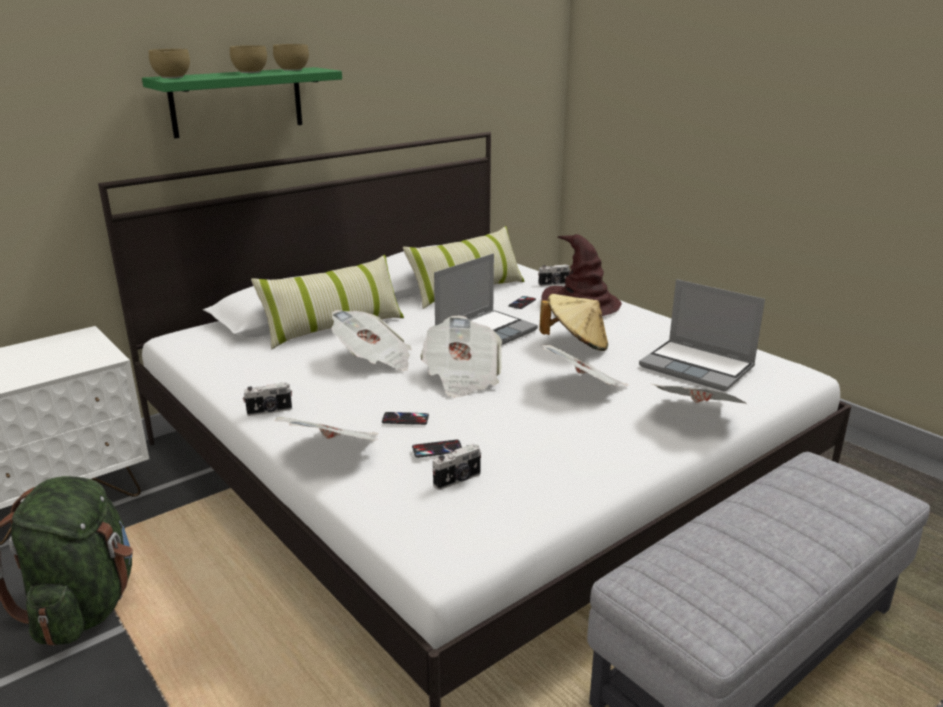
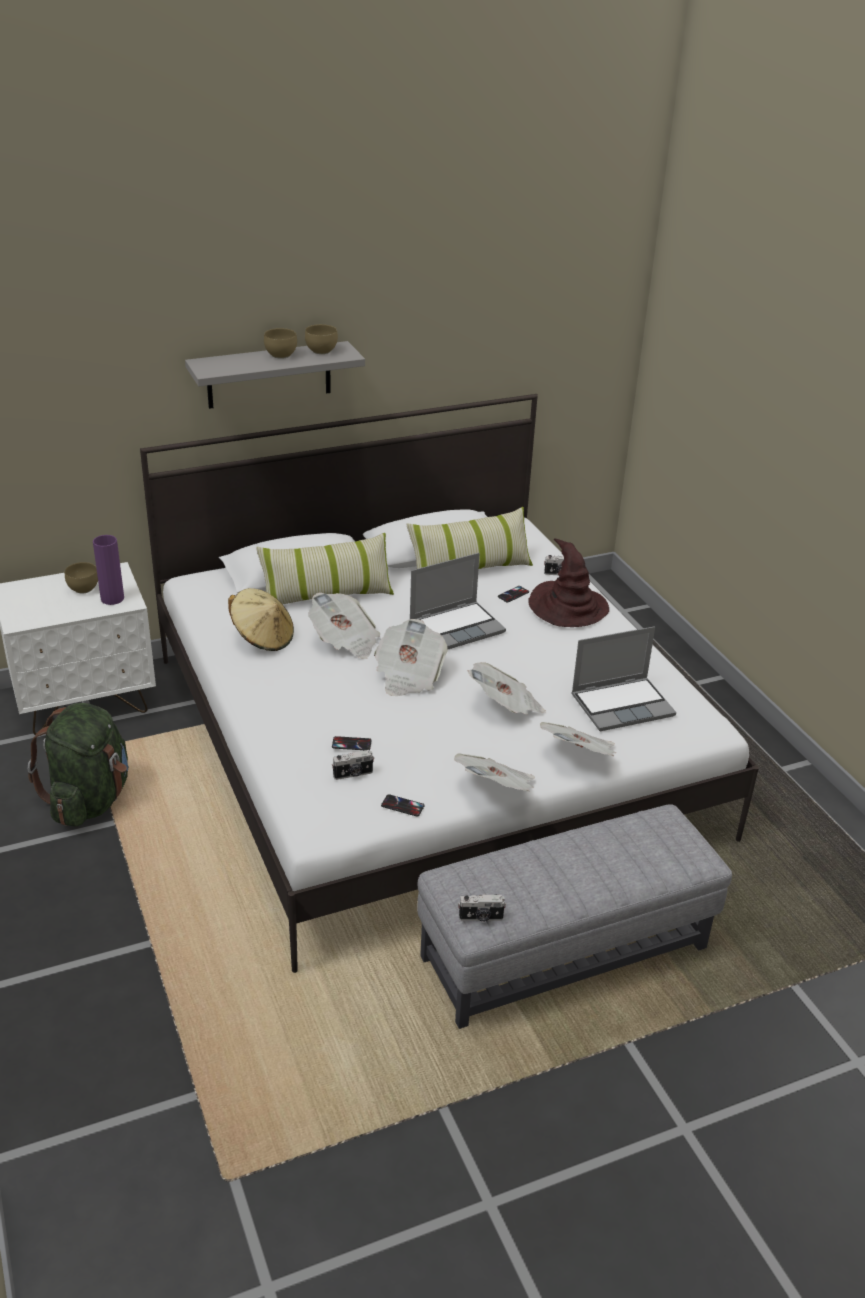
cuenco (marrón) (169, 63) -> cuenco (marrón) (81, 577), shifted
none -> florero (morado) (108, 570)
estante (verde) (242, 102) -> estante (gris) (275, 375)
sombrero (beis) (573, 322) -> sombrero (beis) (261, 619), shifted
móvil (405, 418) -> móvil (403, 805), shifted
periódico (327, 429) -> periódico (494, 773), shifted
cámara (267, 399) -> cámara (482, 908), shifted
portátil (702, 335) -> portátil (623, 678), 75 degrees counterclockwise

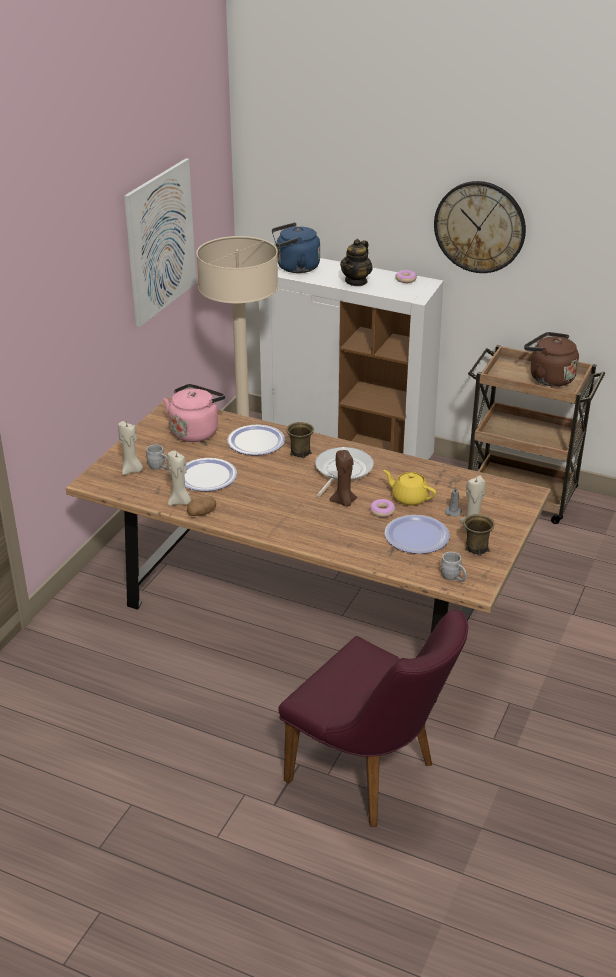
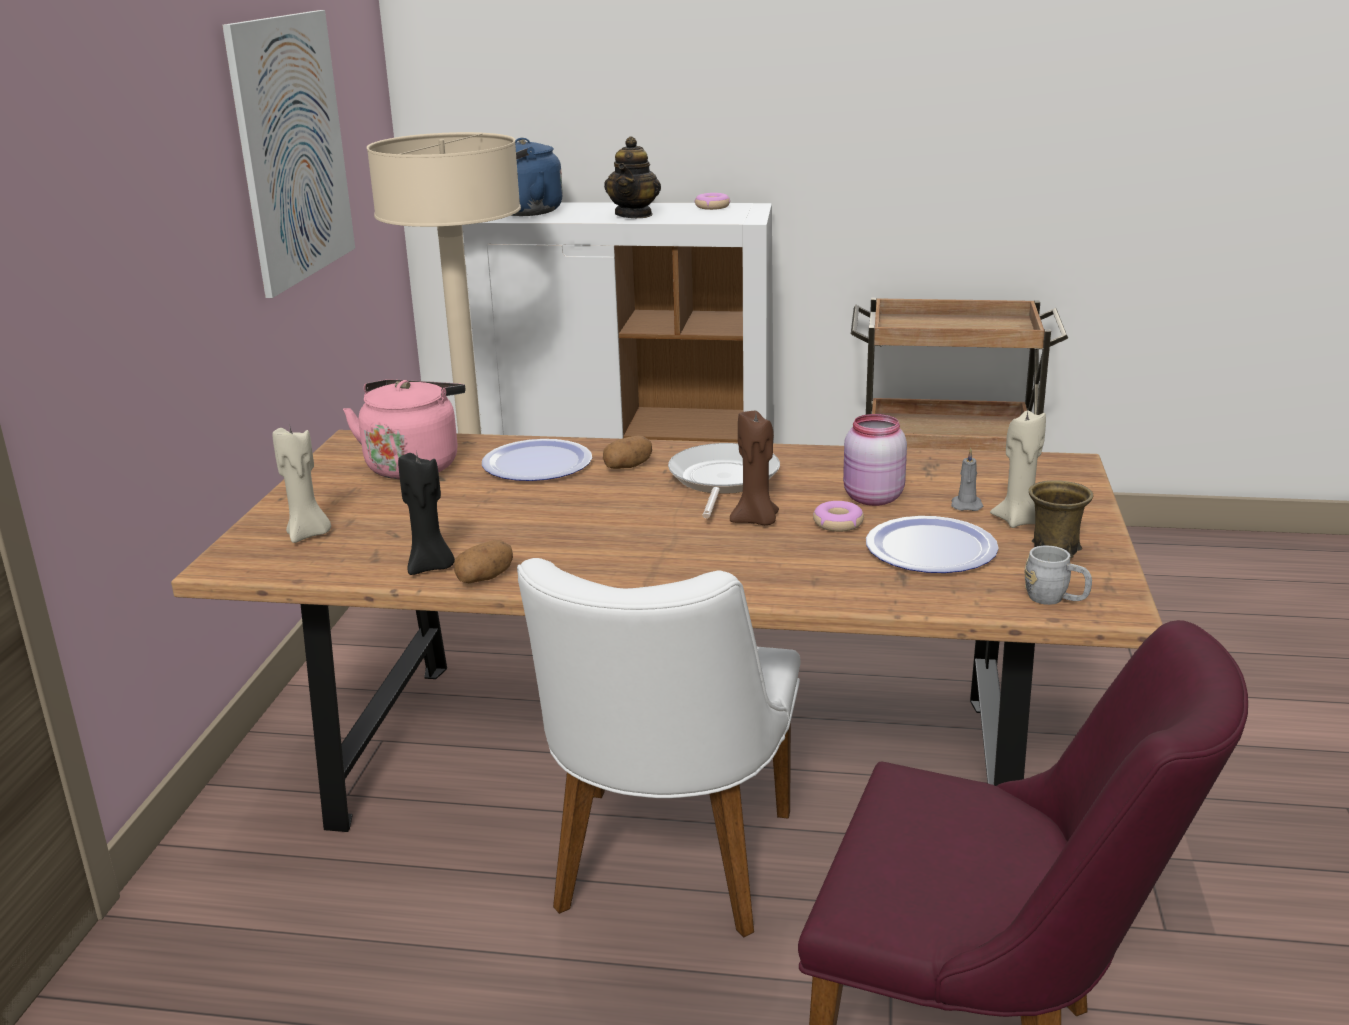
vela (beis) (179, 478) -> vela (negro) (426, 512)
none -> silla (blanco) (658, 747)
taza grande (marrón) (300, 440) -> patata (627, 452)
tetera (amarillo) (409, 488) -> tarro (rosa) (875, 460)
taza grande (gris) (157, 457) -> none
plato (211, 474) -> none
reloj de pared (480, 227) -> none
hervidor (marrón) (551, 359) -> none

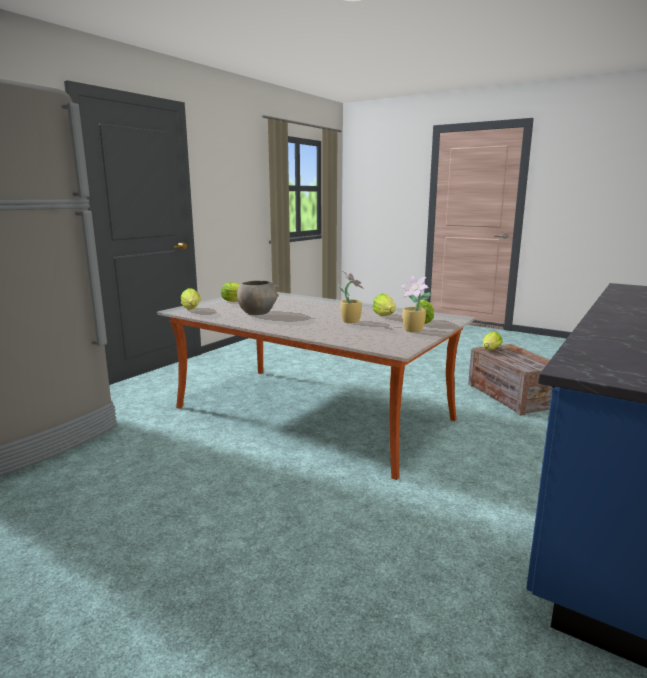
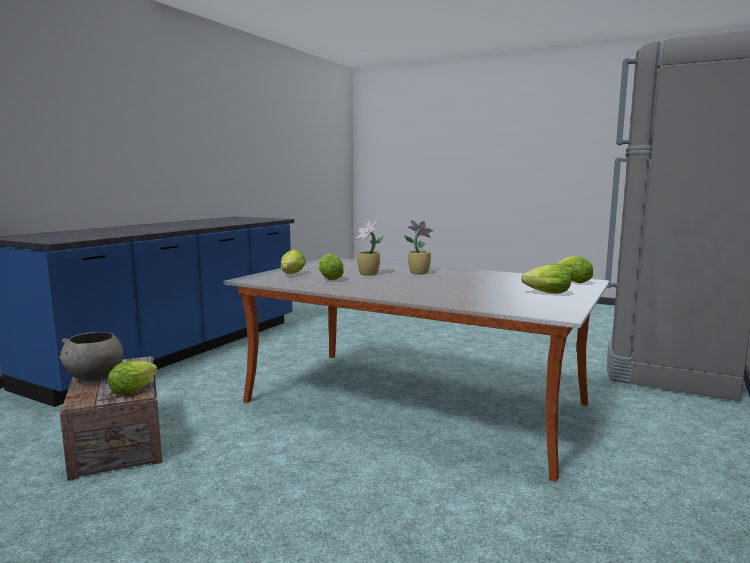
cuenco (gris) (258, 297) -> cuenco (gris) (91, 357), shifted
planta en maceta (417, 304) -> planta en maceta (419, 247), shifted

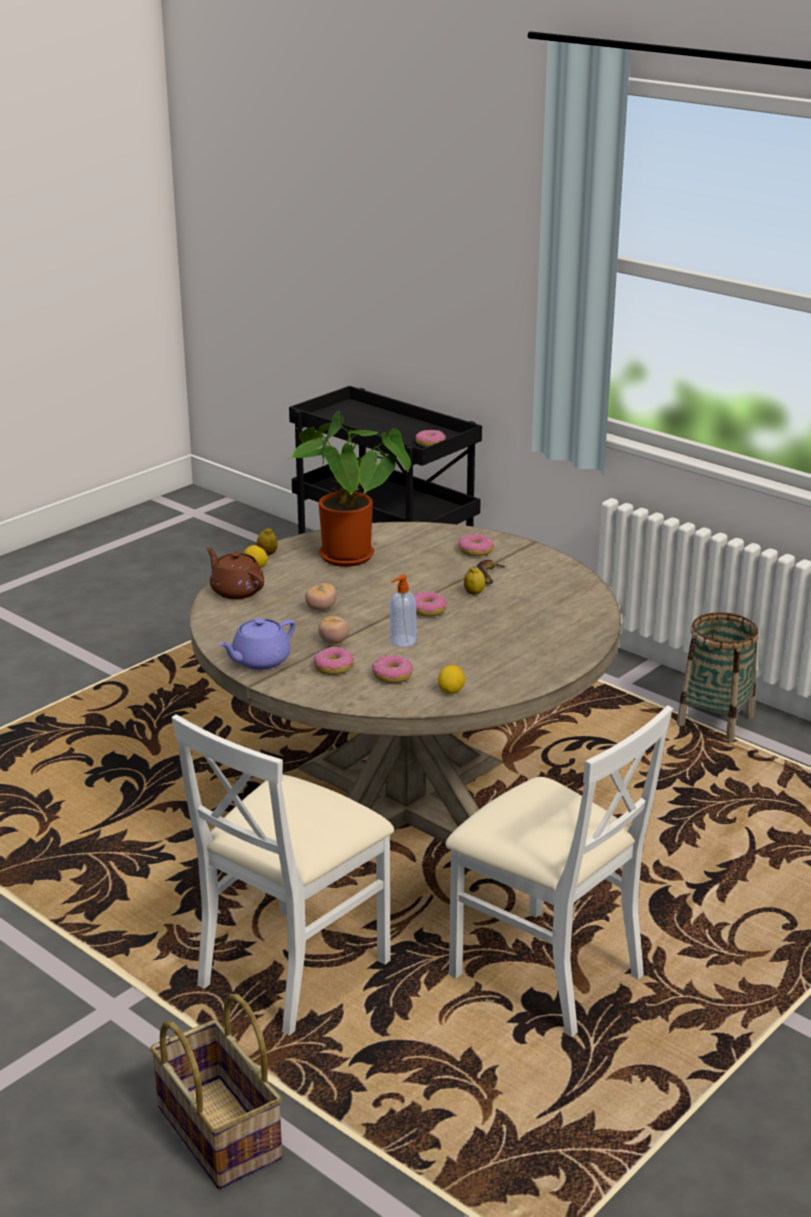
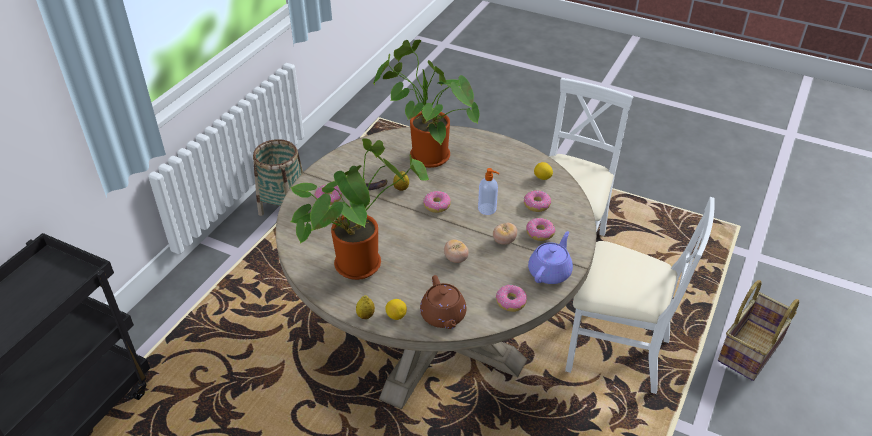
none -> planta en maceta (426, 104)
tetera (marrón) (235, 573) -> tetera (marrón) (443, 302), 45 degrees counterclockwise
rosquilla (431, 438) -> rosquilla (511, 298), shifted
tetera (morado) (257, 644) -> tetera (morado) (550, 257), 90 degrees counterclockwise

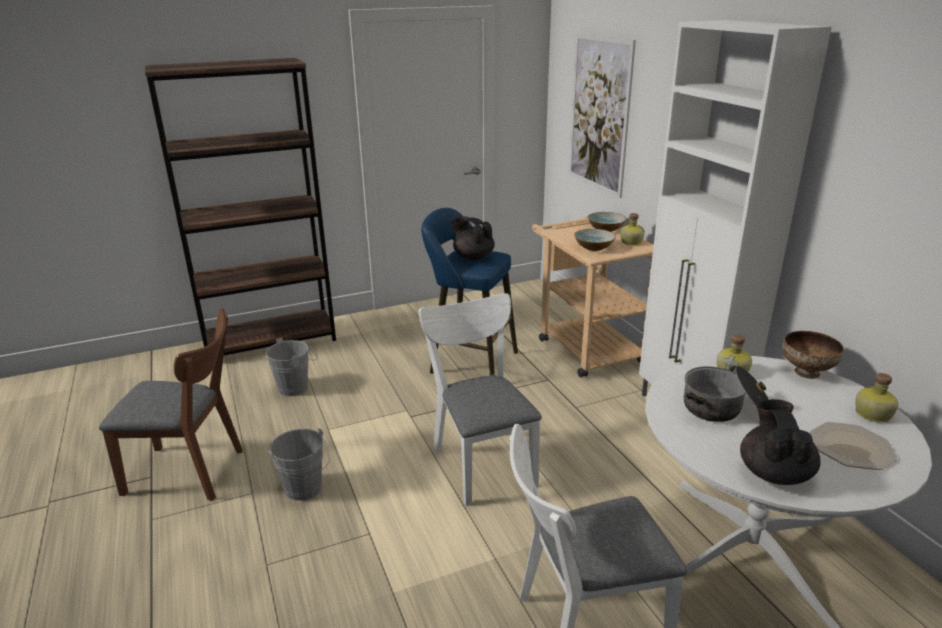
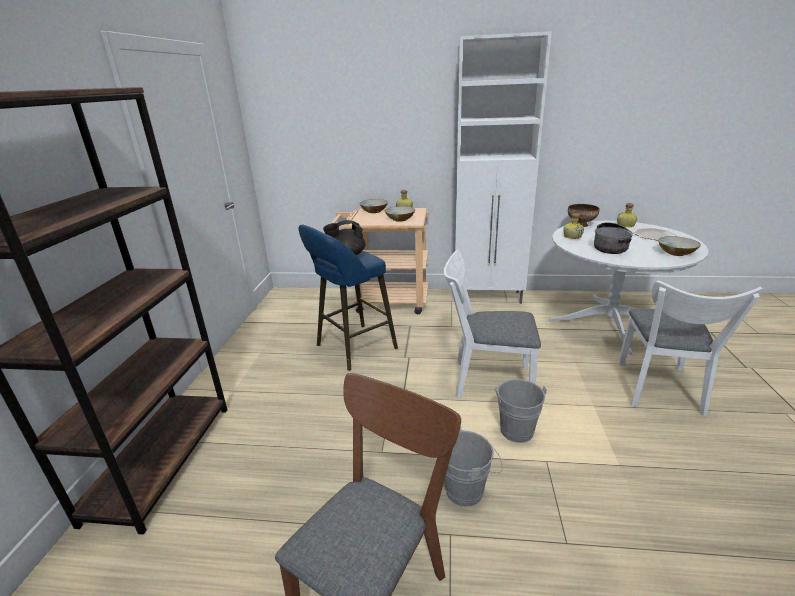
cubo (gris) (291, 366) -> cubo (gris) (521, 411), shifted
tetera (negro) (780, 442) -> cuenco (679, 246)
cuadro (602, 115) -> none

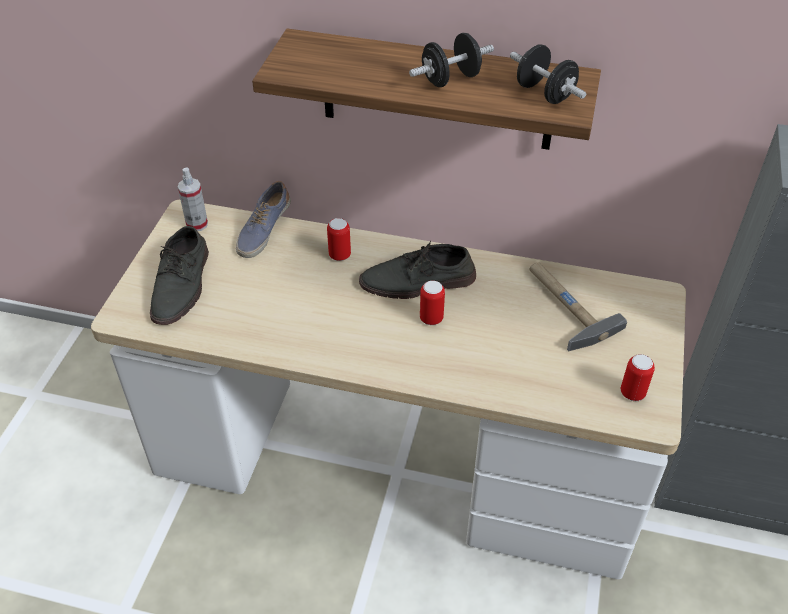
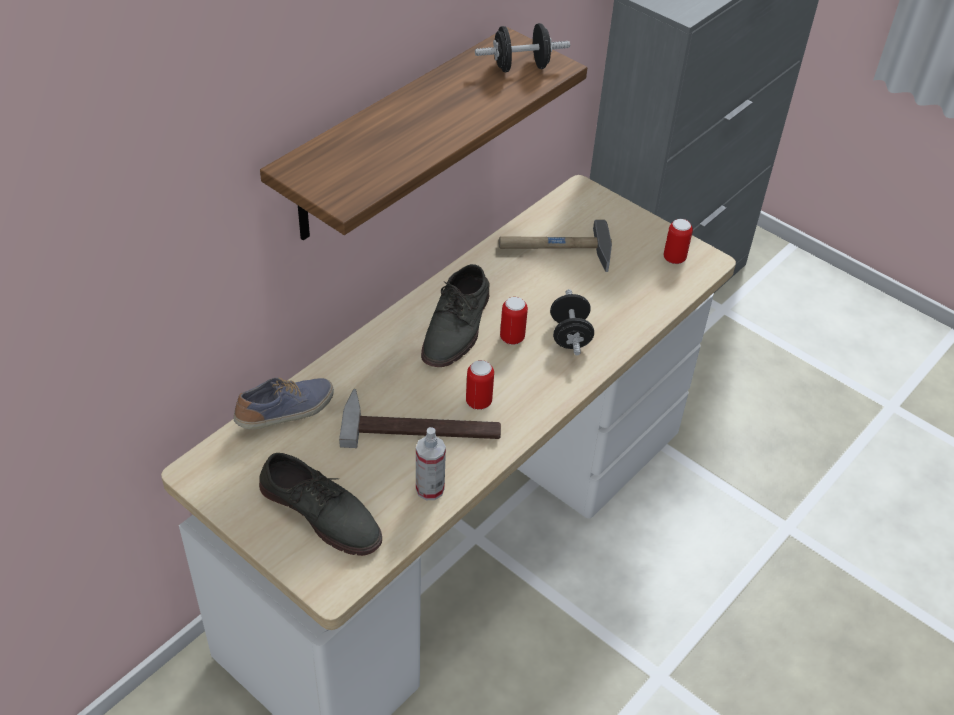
zapato (263, 219) -> zapato (284, 403), 90 degrees counterclockwise
none -> martillo (420, 418)
pulverizador (193, 199) -> pulverizador (431, 463), shifted
lata (339, 239) -> lata (480, 385), shifted
mancuerna (negro) (451, 60) -> mancuerna (negro) (572, 322), shifted

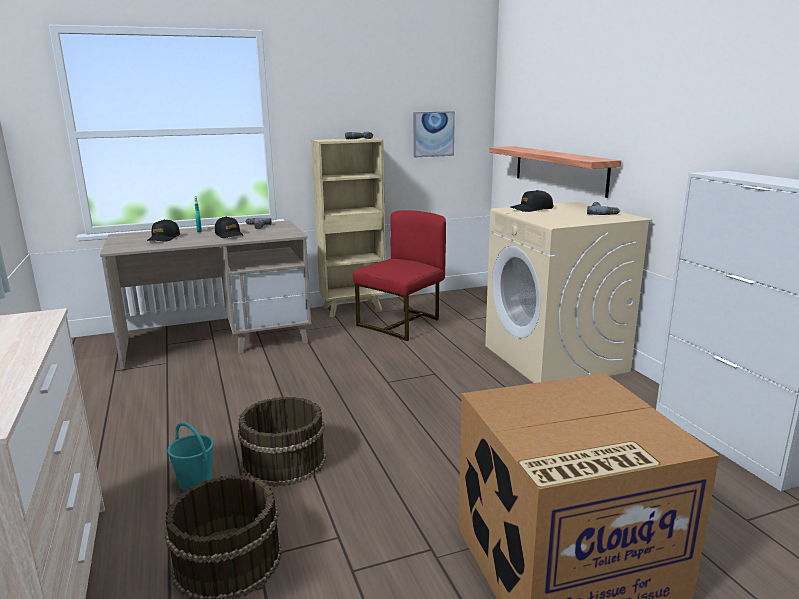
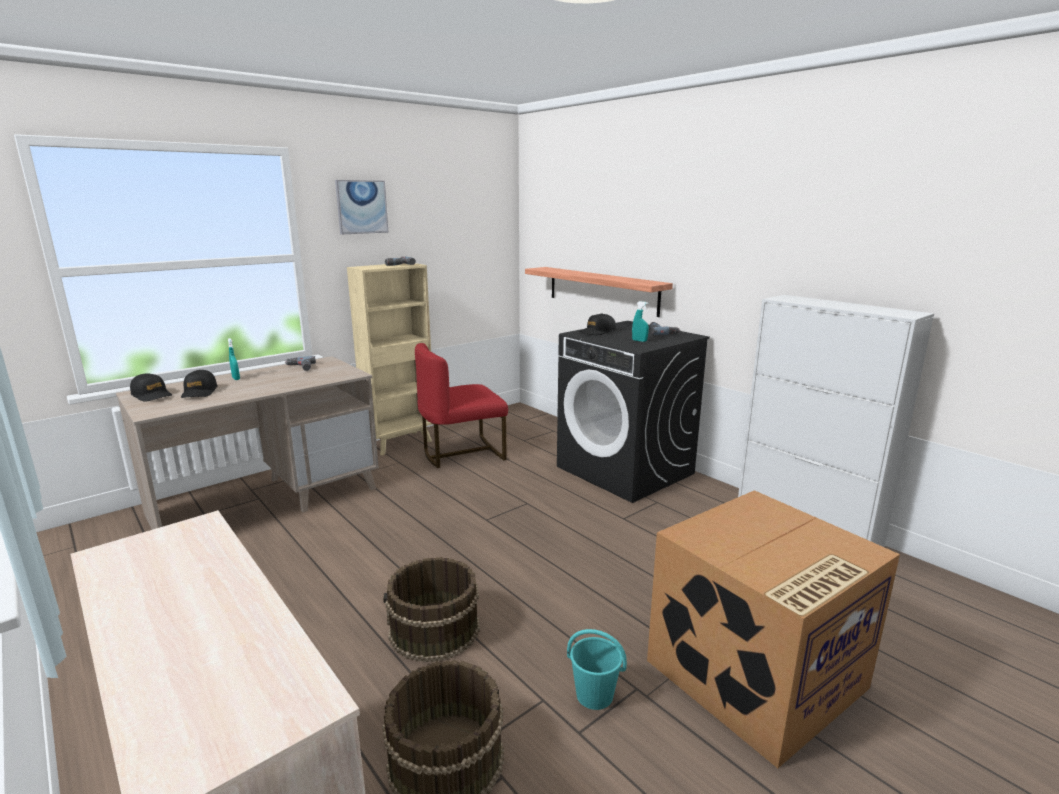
gorra (negro) (229, 227) -> gorra (negro) (151, 387), shifted
cuadro (434, 134) -> cuadro (361, 207), shifted
silla (rojo) (399, 275) -> silla (rojo) (461, 405), 135 degrees counterclockwise
lavadora (beis) (568, 292) -> lavadora (negro) (633, 412)
cubo (turquesa) (190, 456) -> cubo (turquesa) (597, 669), shifted
none -> pulverizador (turquesa) (640, 321)

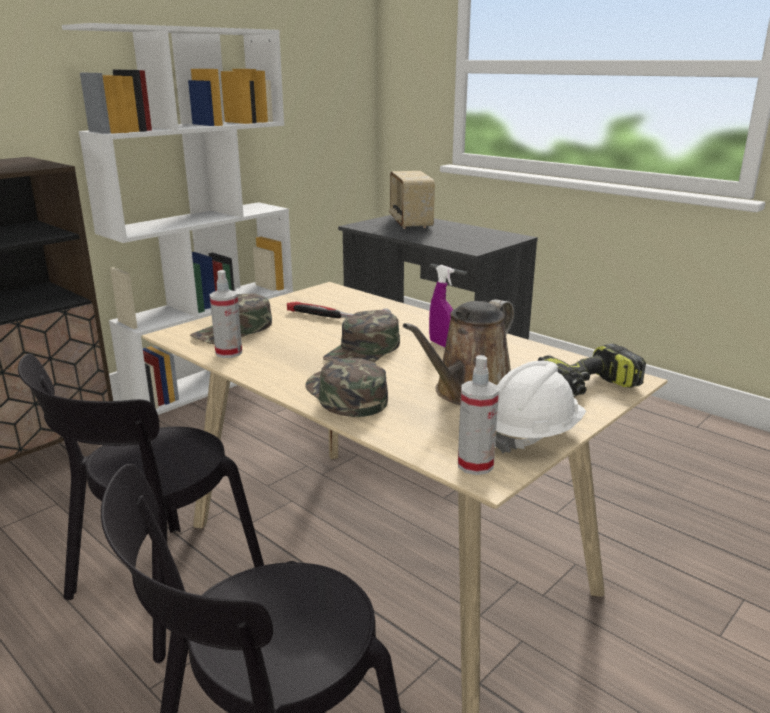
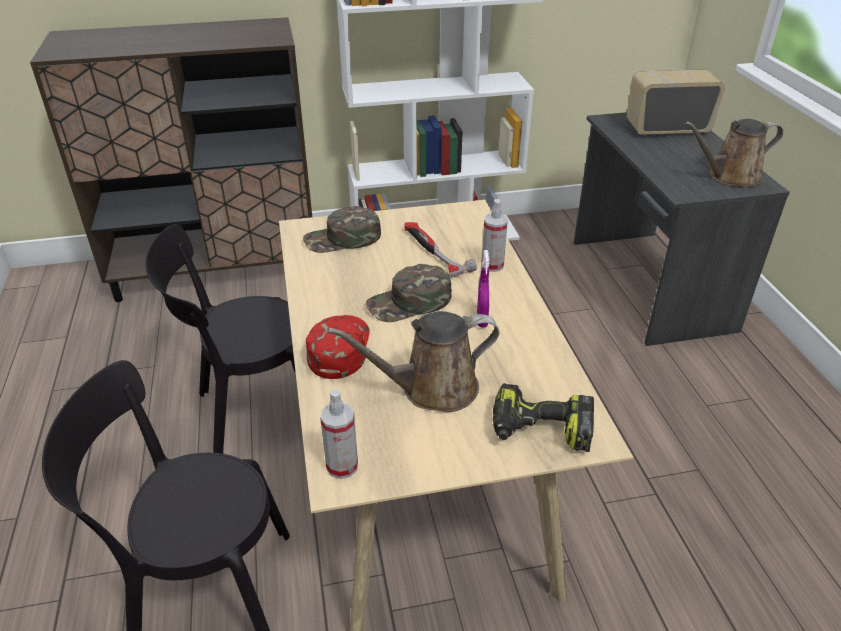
gorra (verde) (346, 387) -> gorra (rojo) (338, 347)
pulverizador (226, 314) -> pulverizador (494, 235), shifted
radio (412, 200) -> radio (675, 102), 60 degrees clockwise
none -> regadera (marrón) (734, 153)
casco (blanco) (540, 407) -> none

